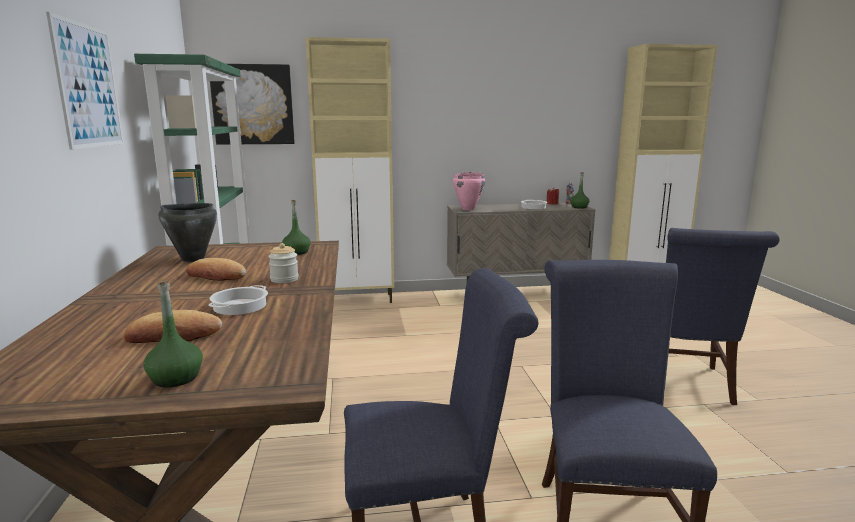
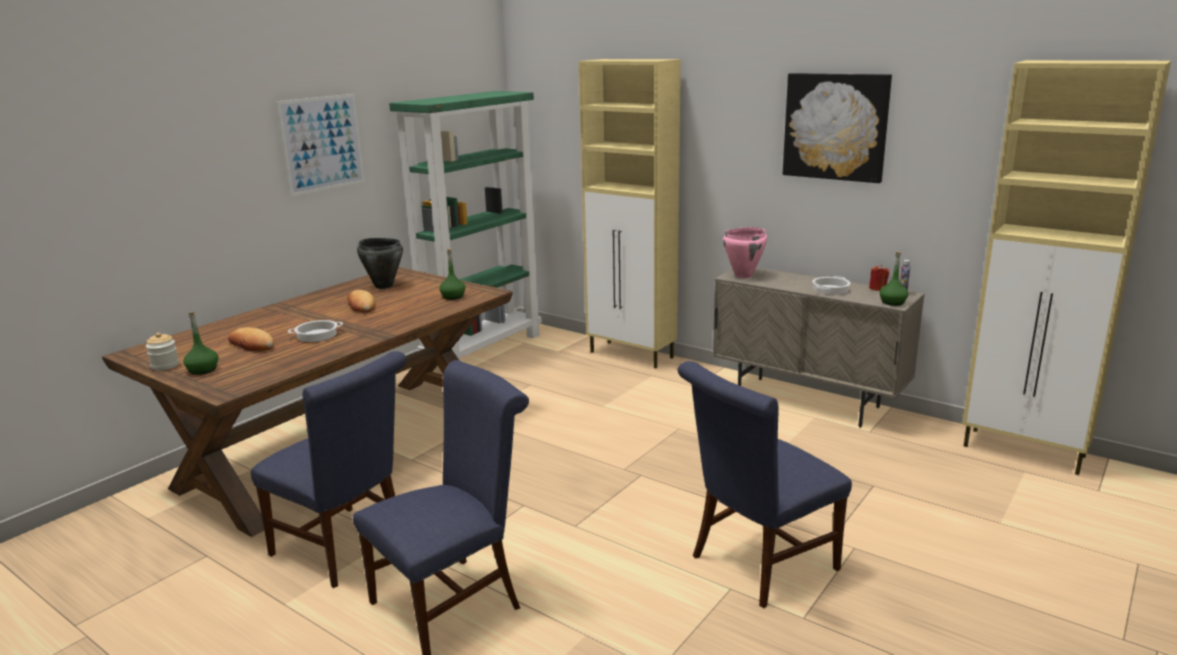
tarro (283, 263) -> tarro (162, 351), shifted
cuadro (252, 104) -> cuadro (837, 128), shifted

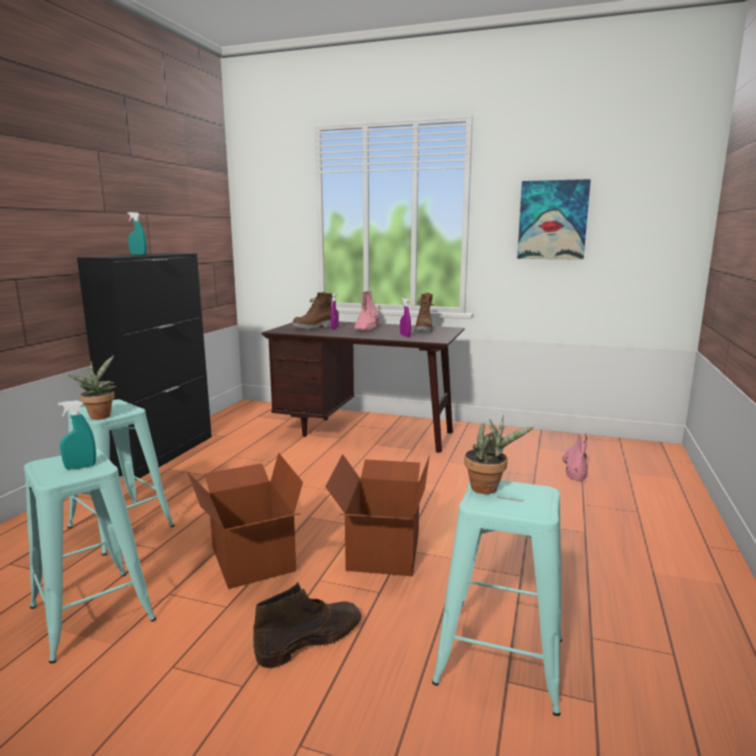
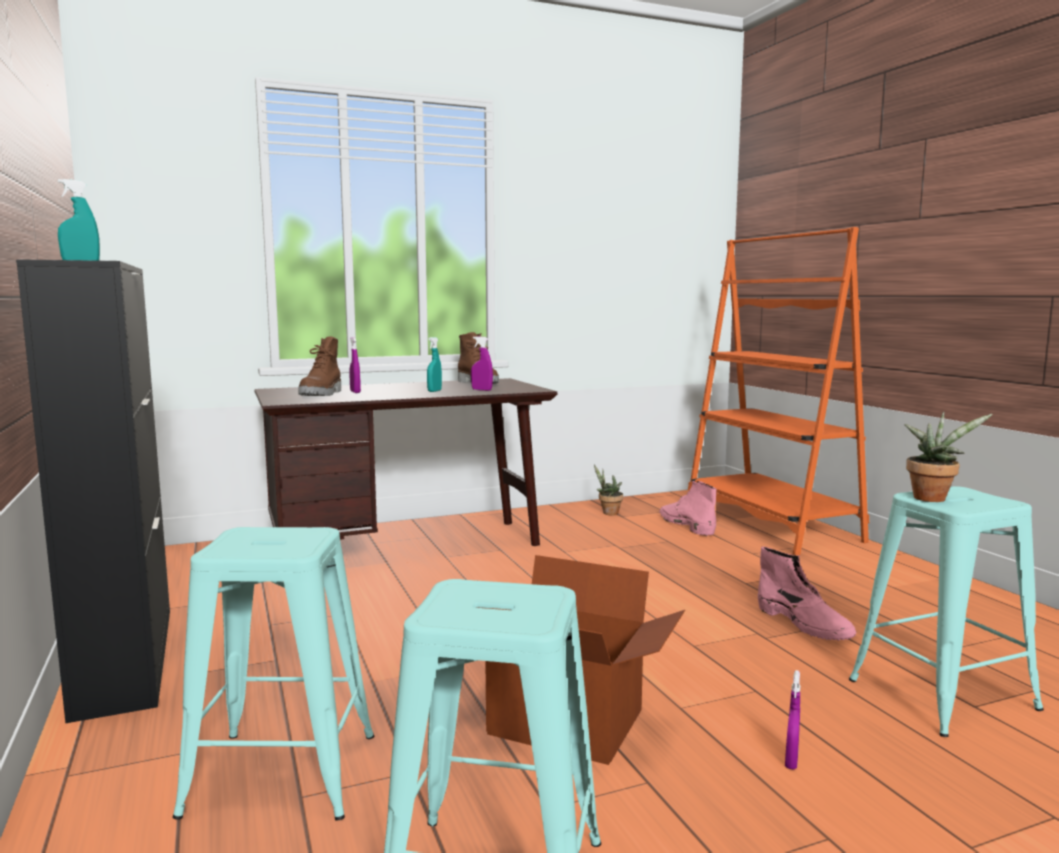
pulverizador (turquesa) (77, 435) -> pulverizador (turquesa) (434, 364), shifted
planta en maceta (92, 388) -> planta en maceta (608, 490), shifted
none -> estantería (naranja) (778, 391)
bota (rosa) (367, 311) -> bota (rosa) (807, 594), shifted
bota (marrón) (307, 625) -> pulverizador (morado) (792, 720)
caja de cartón (377, 515) -> none
cuadro (554, 219) -> none

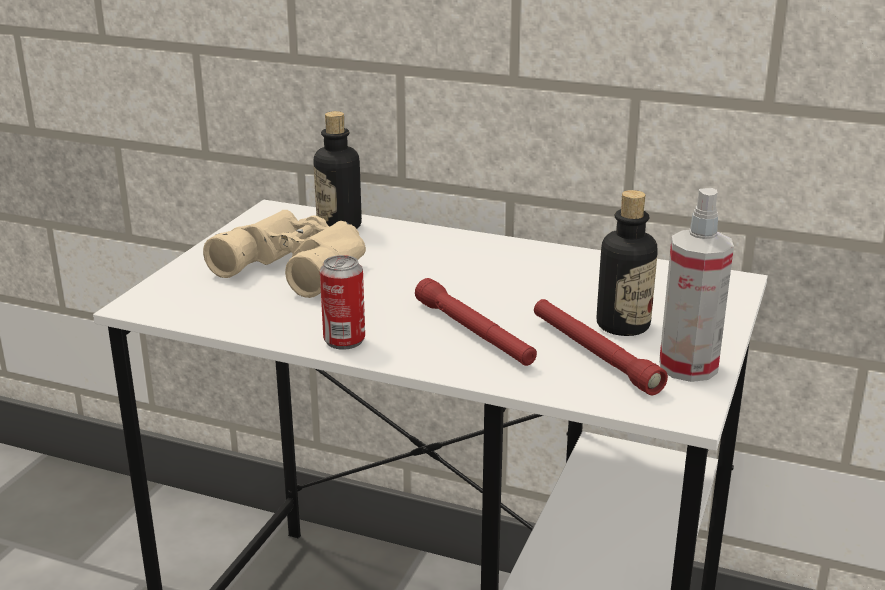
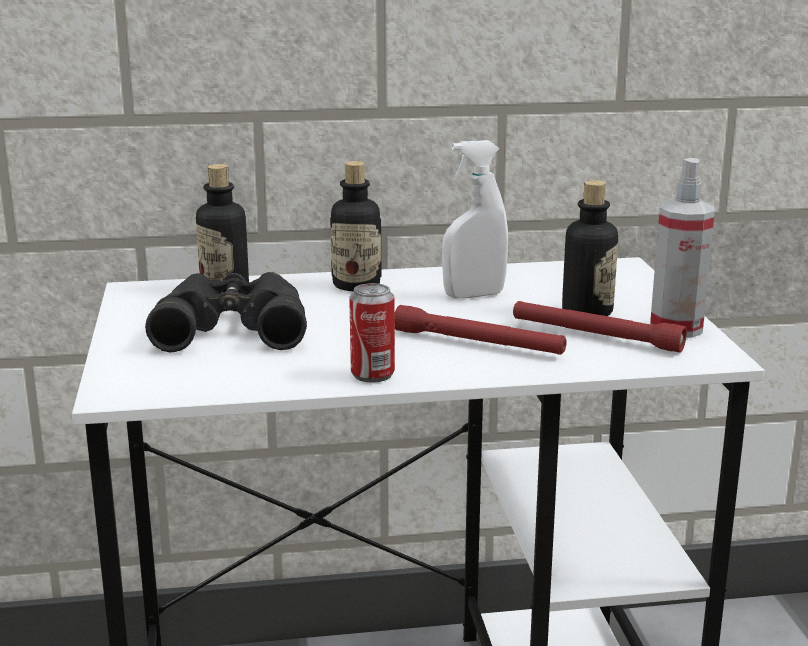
prismáticos (beis) (284, 254) -> prismáticos (negro) (226, 312)
none -> botella (355, 226)
none -> pulverizador (blanco) (475, 219)

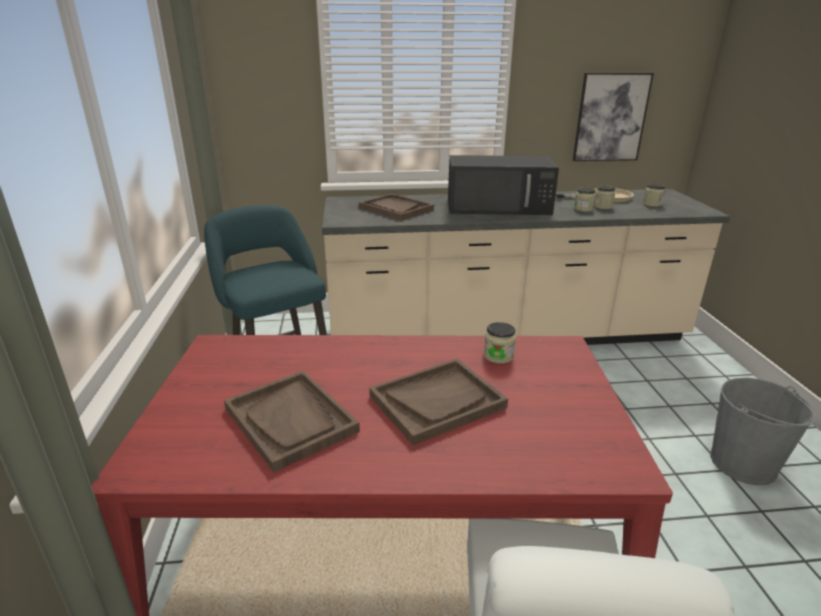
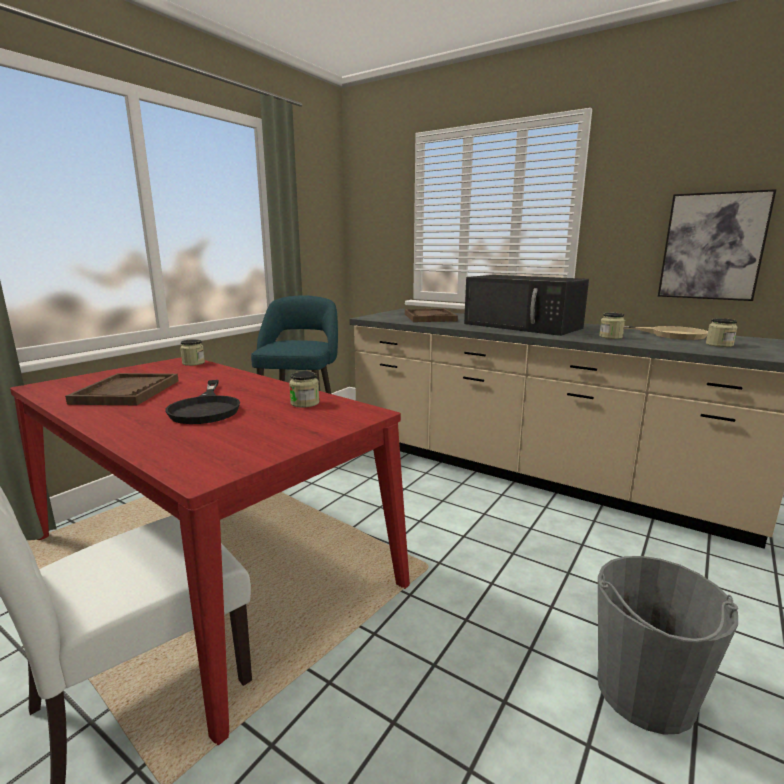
bandeja (marrón) (438, 402) -> sartén (negro) (202, 402)
tarro (604, 197) -> tarro (192, 352), shifted

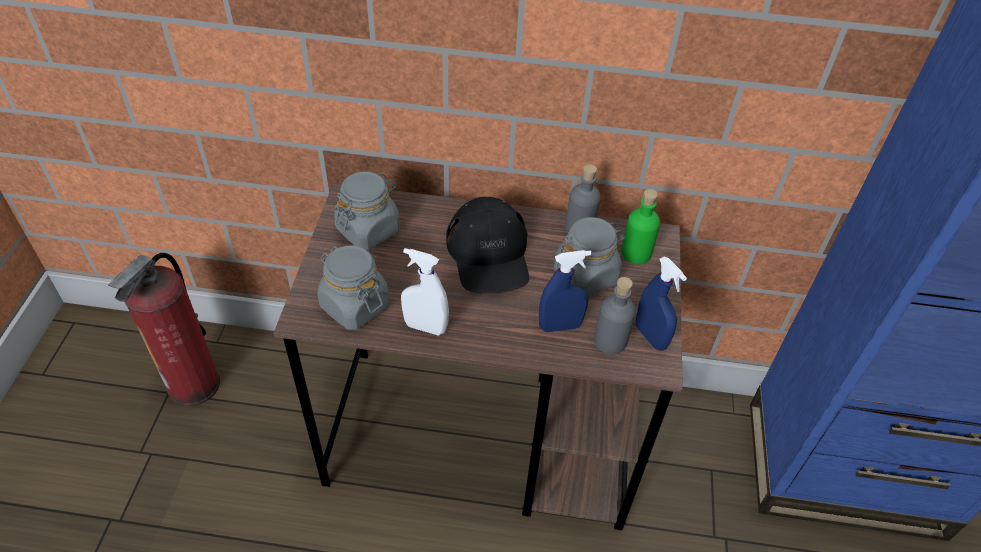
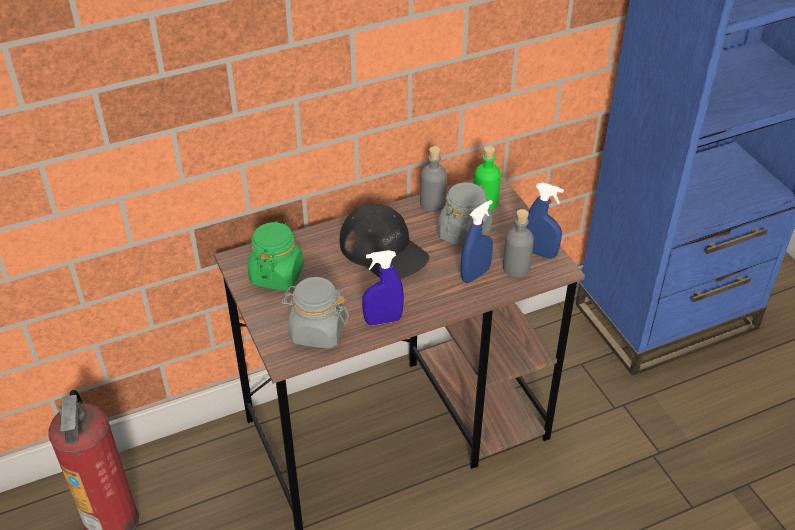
tarro (gris) (367, 211) -> tarro (verde) (275, 256)
pulverizador (blanco) (425, 292) -> pulverizador (azul) (383, 287)

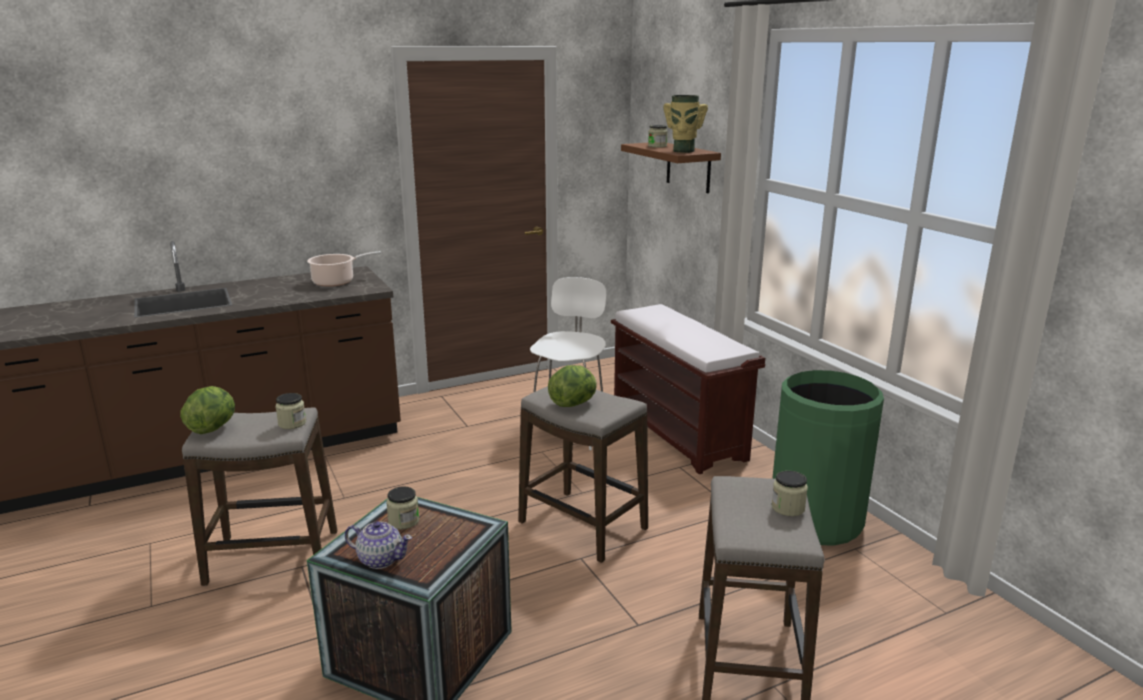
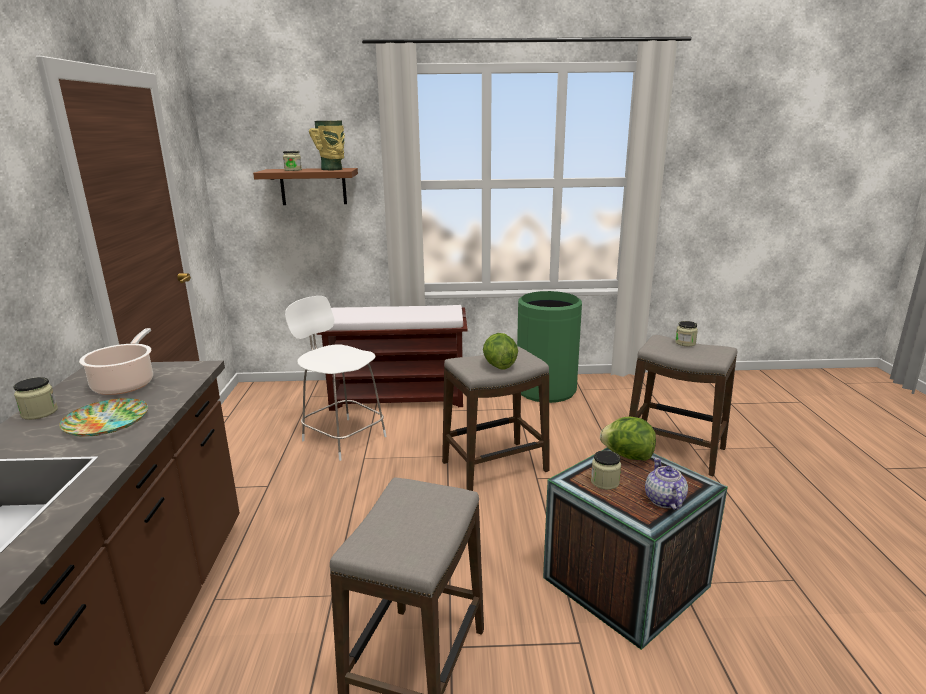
tarro (290, 411) -> tarro (36, 398), shifted
none -> plato (103, 417)
lechuga (207, 410) -> lechuga (628, 439), shifted
tetera (378, 545) -> tetera (666, 484), 45 degrees counterclockwise

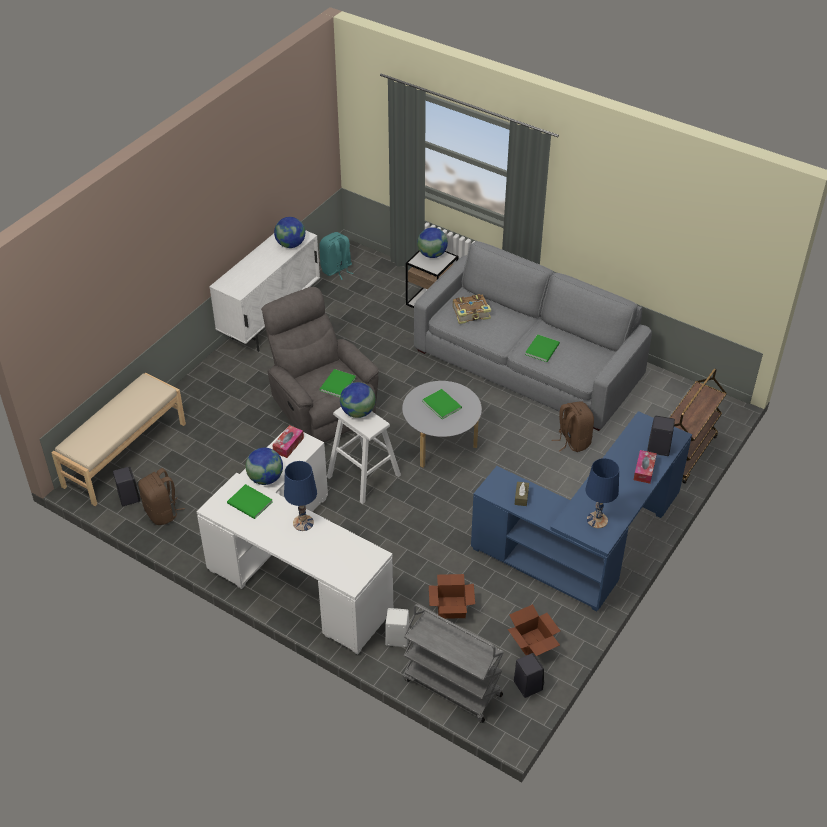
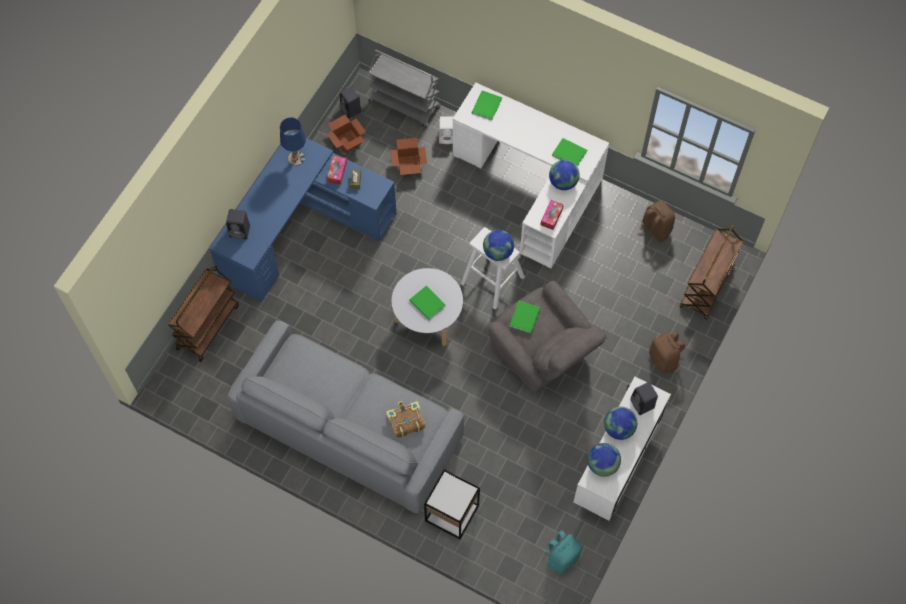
caja de pañuelos (645, 467) -> caja de pañuelos (337, 170), shifted
libro (verde) (542, 348) -> libro (verde) (487, 105), shifted
globo terráqueo (432, 242) -> globo terráqueo (620, 423), shifted
altavoz (negro) (126, 486) -> altavoz (negro) (644, 398), shifted
mochila (marrón) (573, 426) -> mochila (marrón) (667, 352), shifted
banco (beis) (118, 439) -> carrito (marrón) (711, 271)
lámpara de mesa (azul) (300, 496) -> none

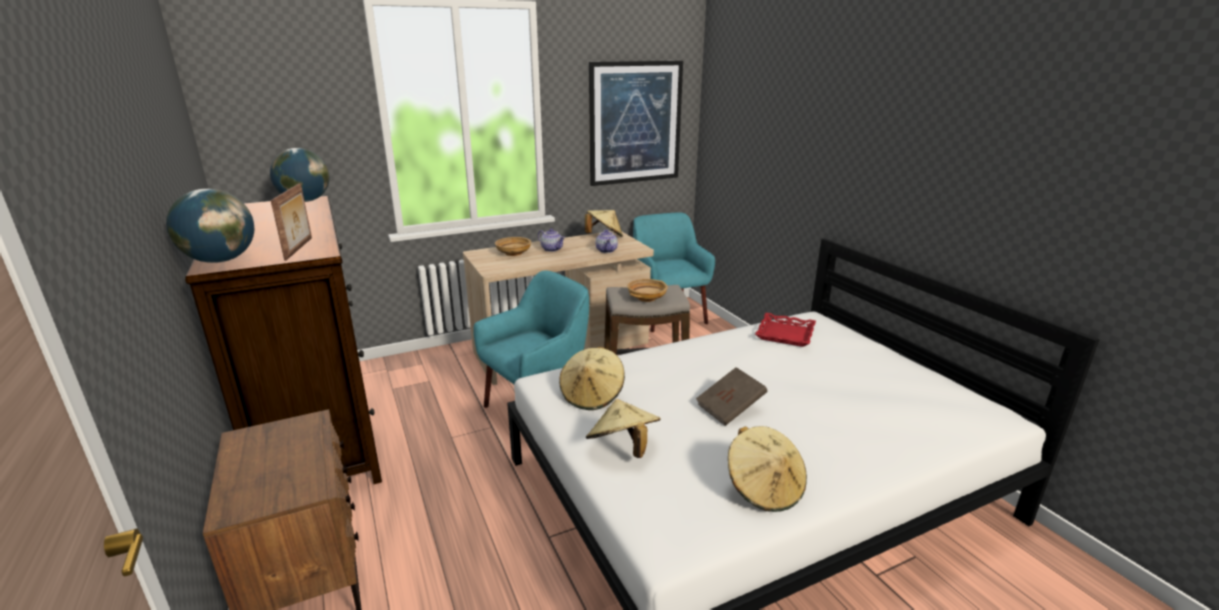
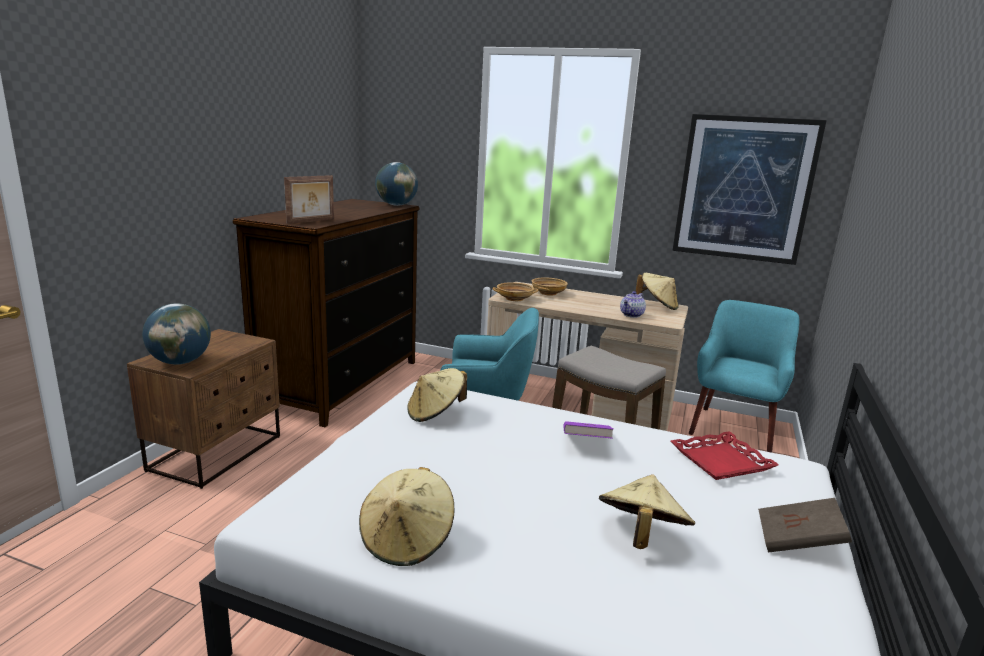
globo terráqueo (210, 226) -> globo terráqueo (176, 334), shifted
cuenco (beis) (647, 290) -> cuenco (beis) (515, 291), shifted
none -> libro (morado) (589, 430)
sombrero (beis) (623, 428) -> sombrero (beis) (647, 511), shifted
libro (marrón) (731, 396) -> libro (marrón) (805, 525), shifted
tetera (551, 240) -> none

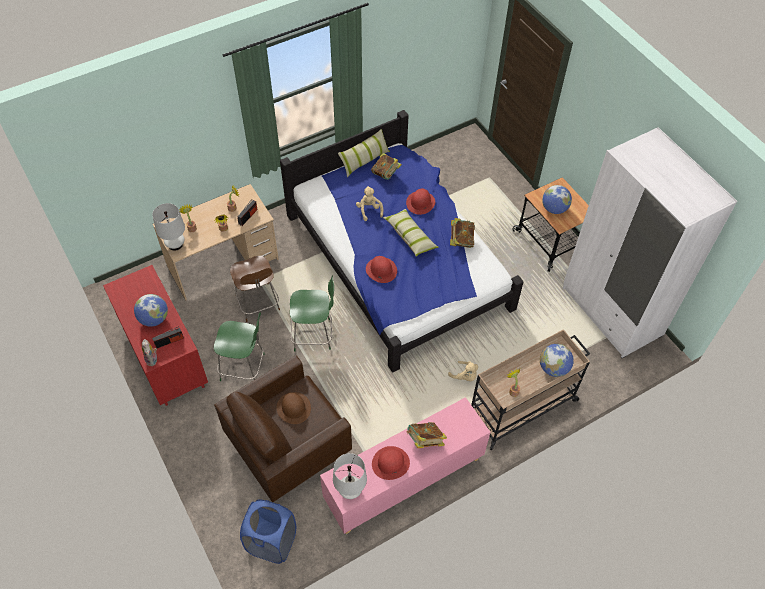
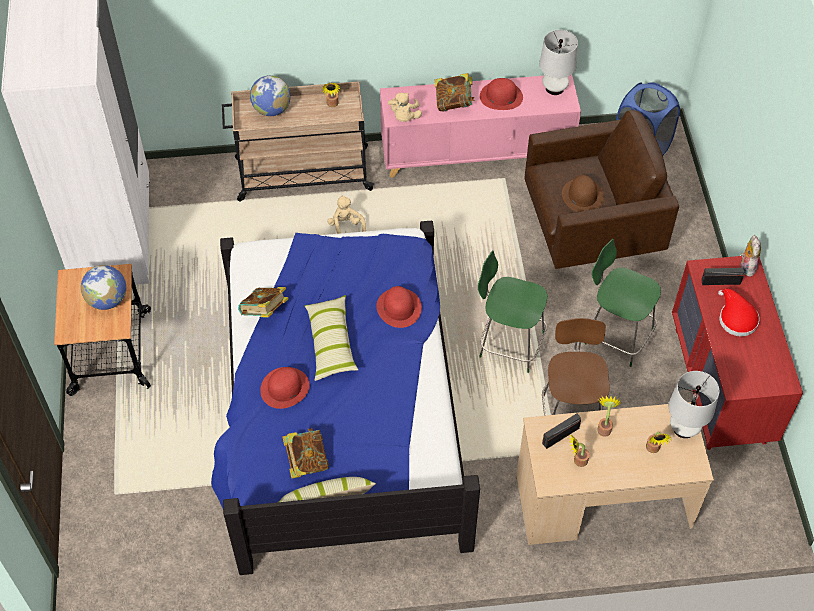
peluche (beis) (369, 203) -> peluche (beis) (405, 107), shifted
globo terráqueo (151, 310) -> sombrero (rojo) (739, 312)

